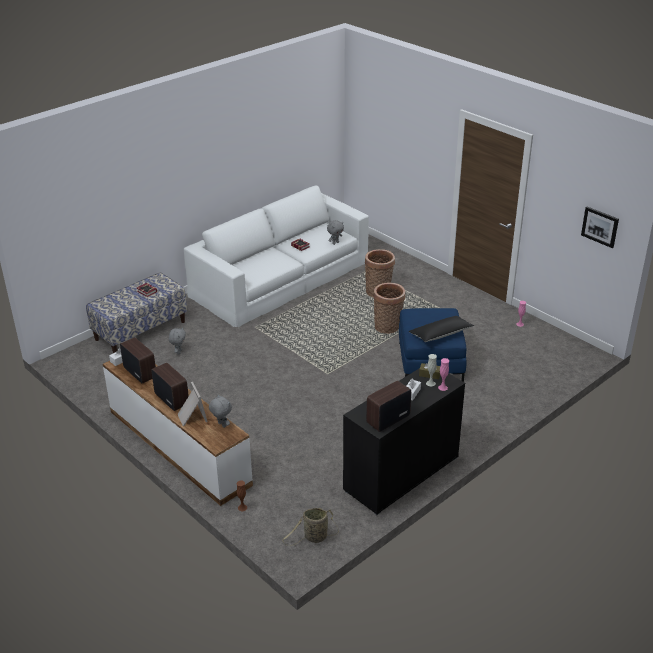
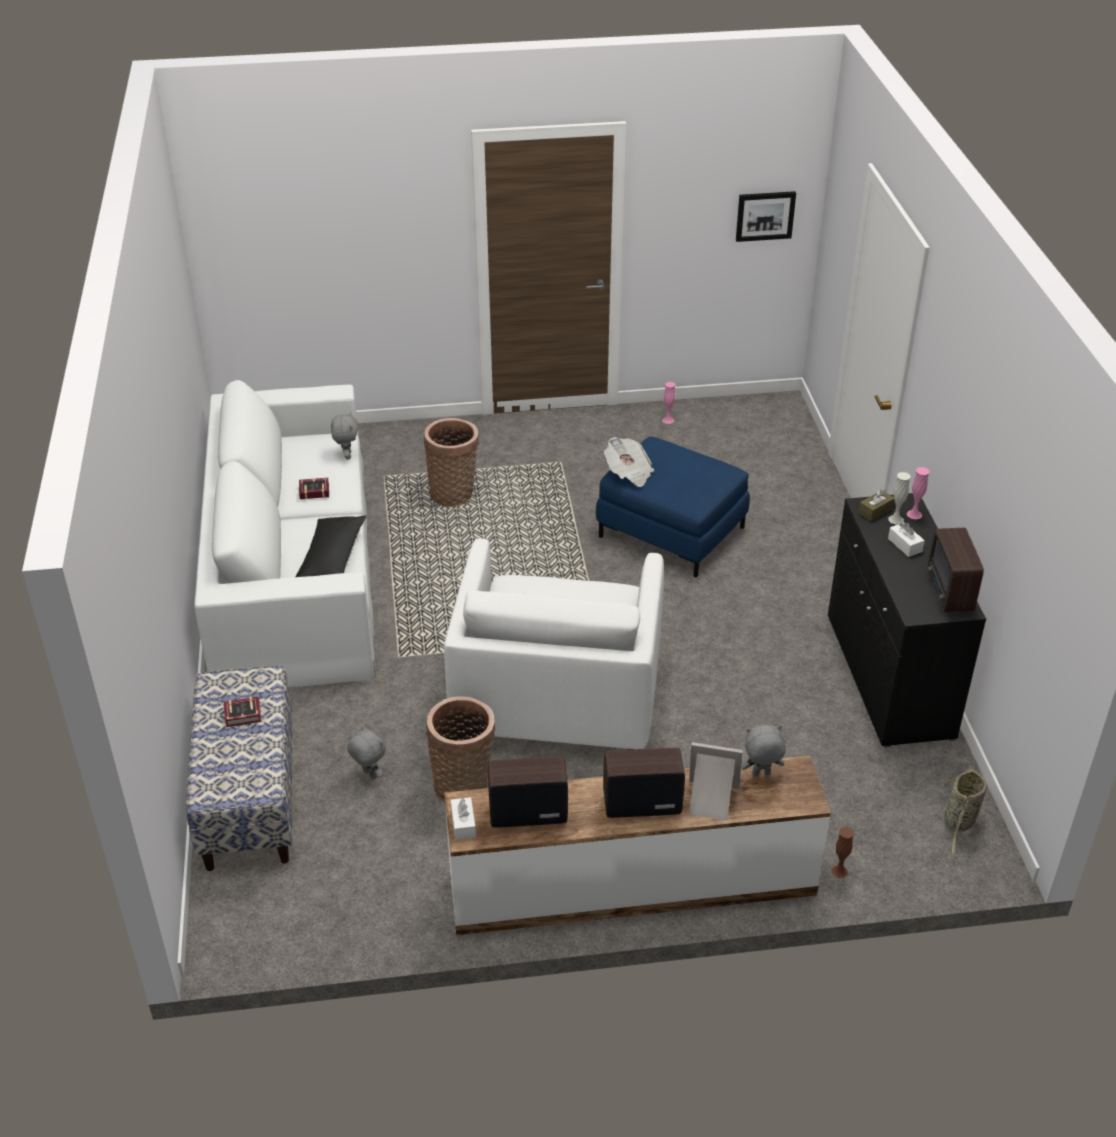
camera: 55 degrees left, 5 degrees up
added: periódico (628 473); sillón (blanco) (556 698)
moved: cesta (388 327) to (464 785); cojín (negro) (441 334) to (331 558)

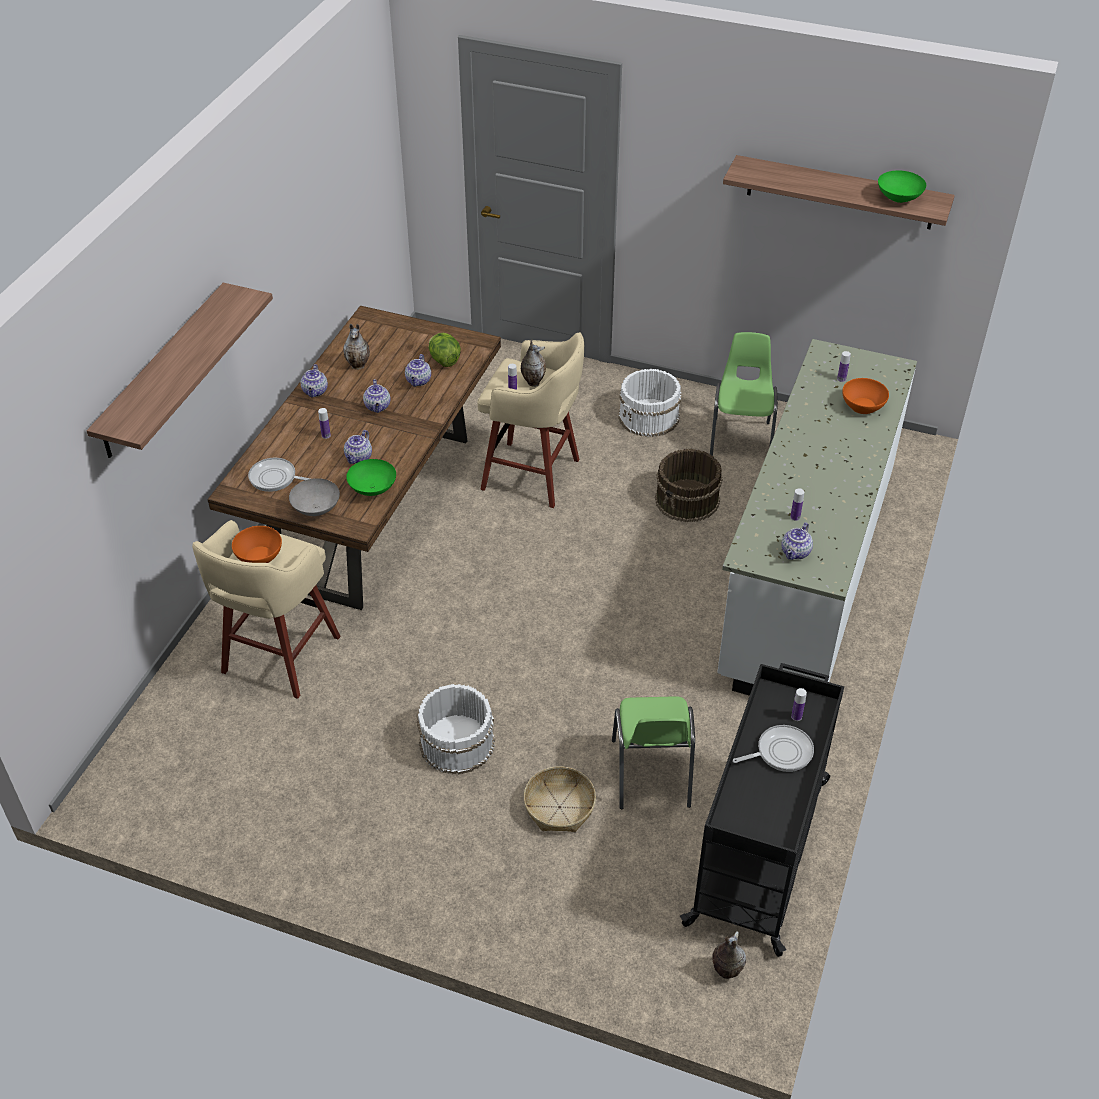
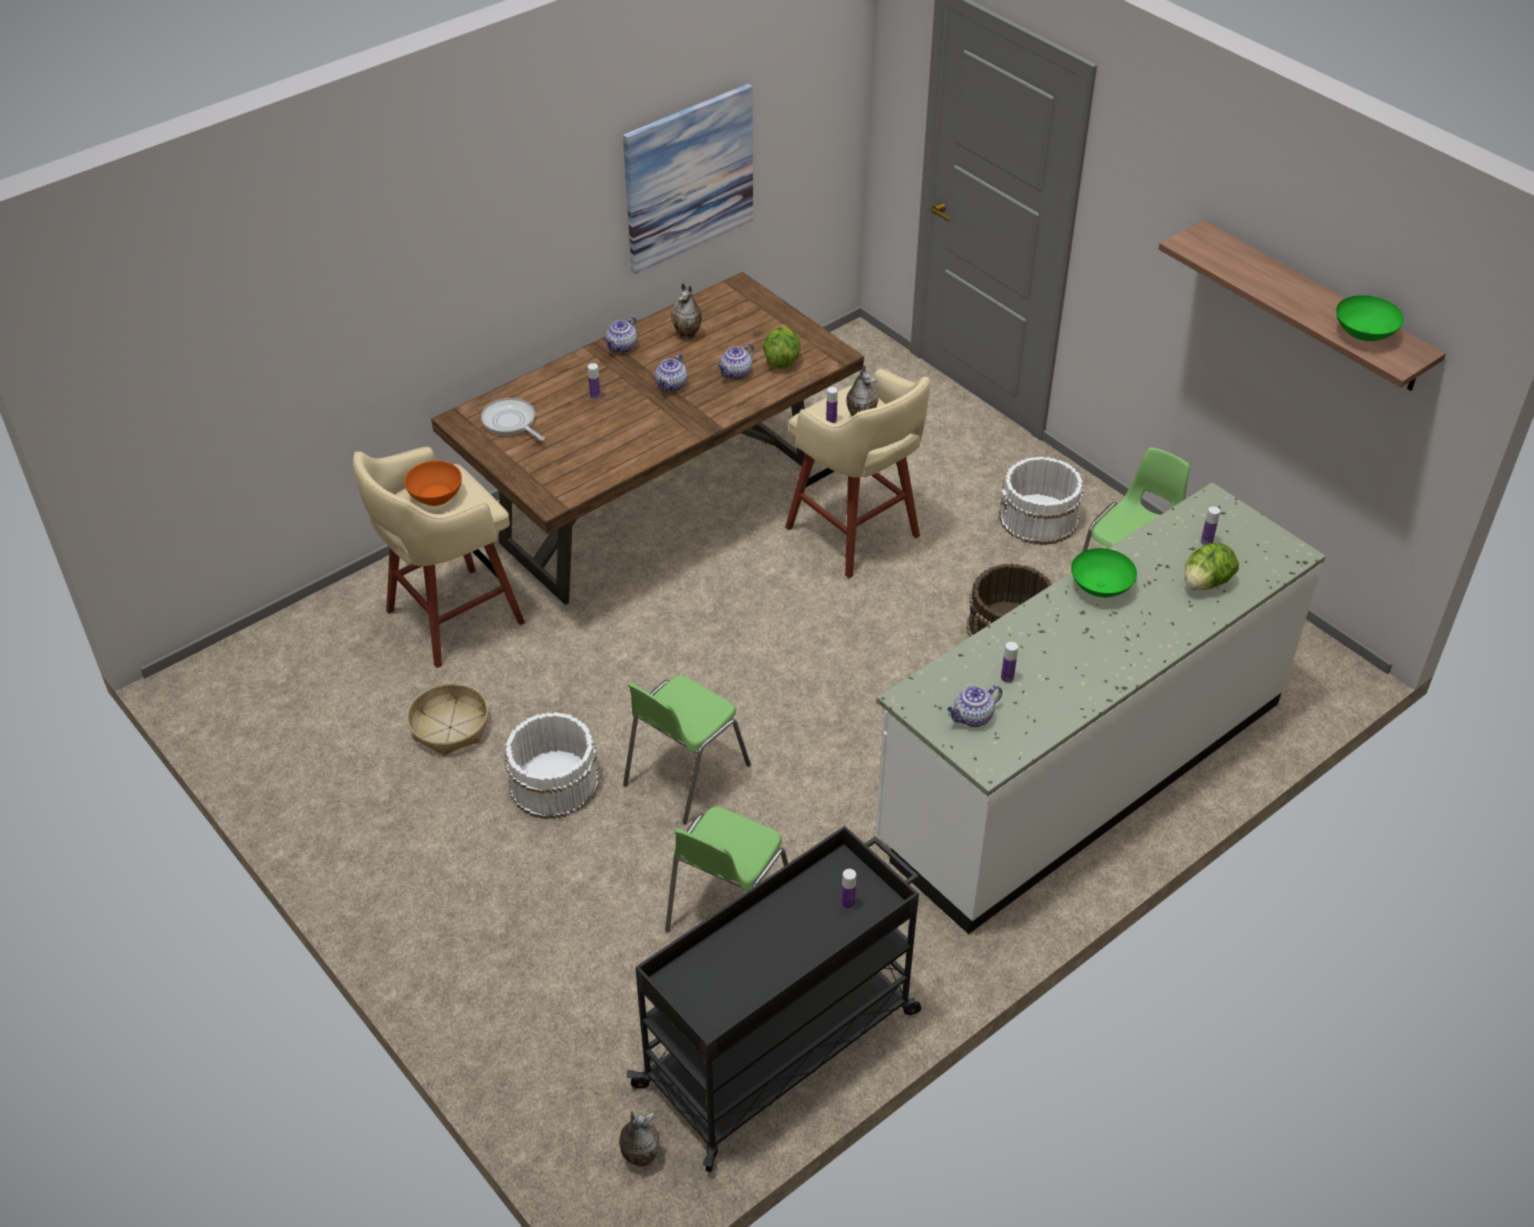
camera: 30 degrees right, 0 degrees up
removed: estante (163 371); tetera (358 458); cuenco (gris) (316 509); sartén (781 752)
added: cuadro (688 178); silla (verde) (684 775)
moved: cuenco (verde) (372 489) to (1099 588); cesta (559 807) to (449 727)
replaced: cuenco (naranja) (863 406) to lechuga (1206 583)

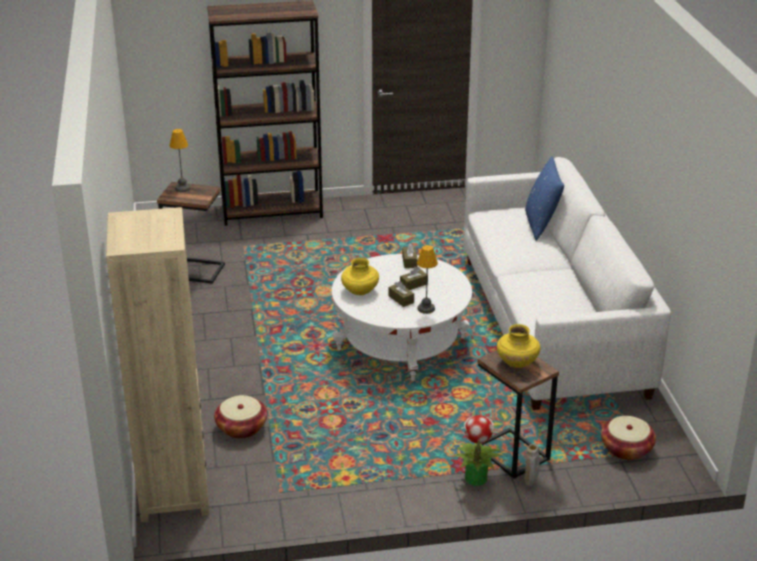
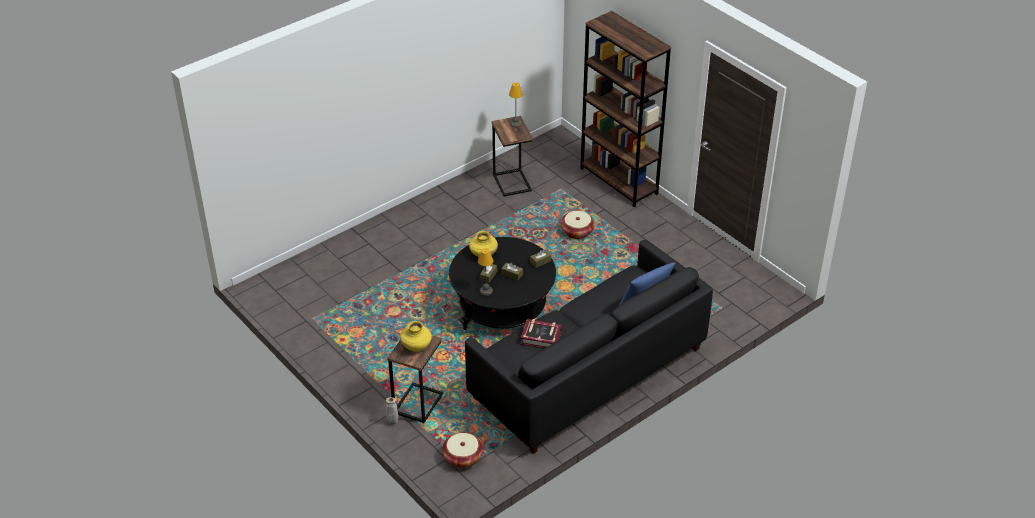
camera: 60 degrees right, 10 degrees up
removed: estantería (beis) (173 492); planta en maceta (475 477)
added: libro (541 337)
moved: cesta (241 428) to (577 231)
recoloured: sofá (blanco) (552 325) to sofá (negro) (588 373); mesa de centro (blanco) (401 344) to mesa de centro (negro) (502 308)

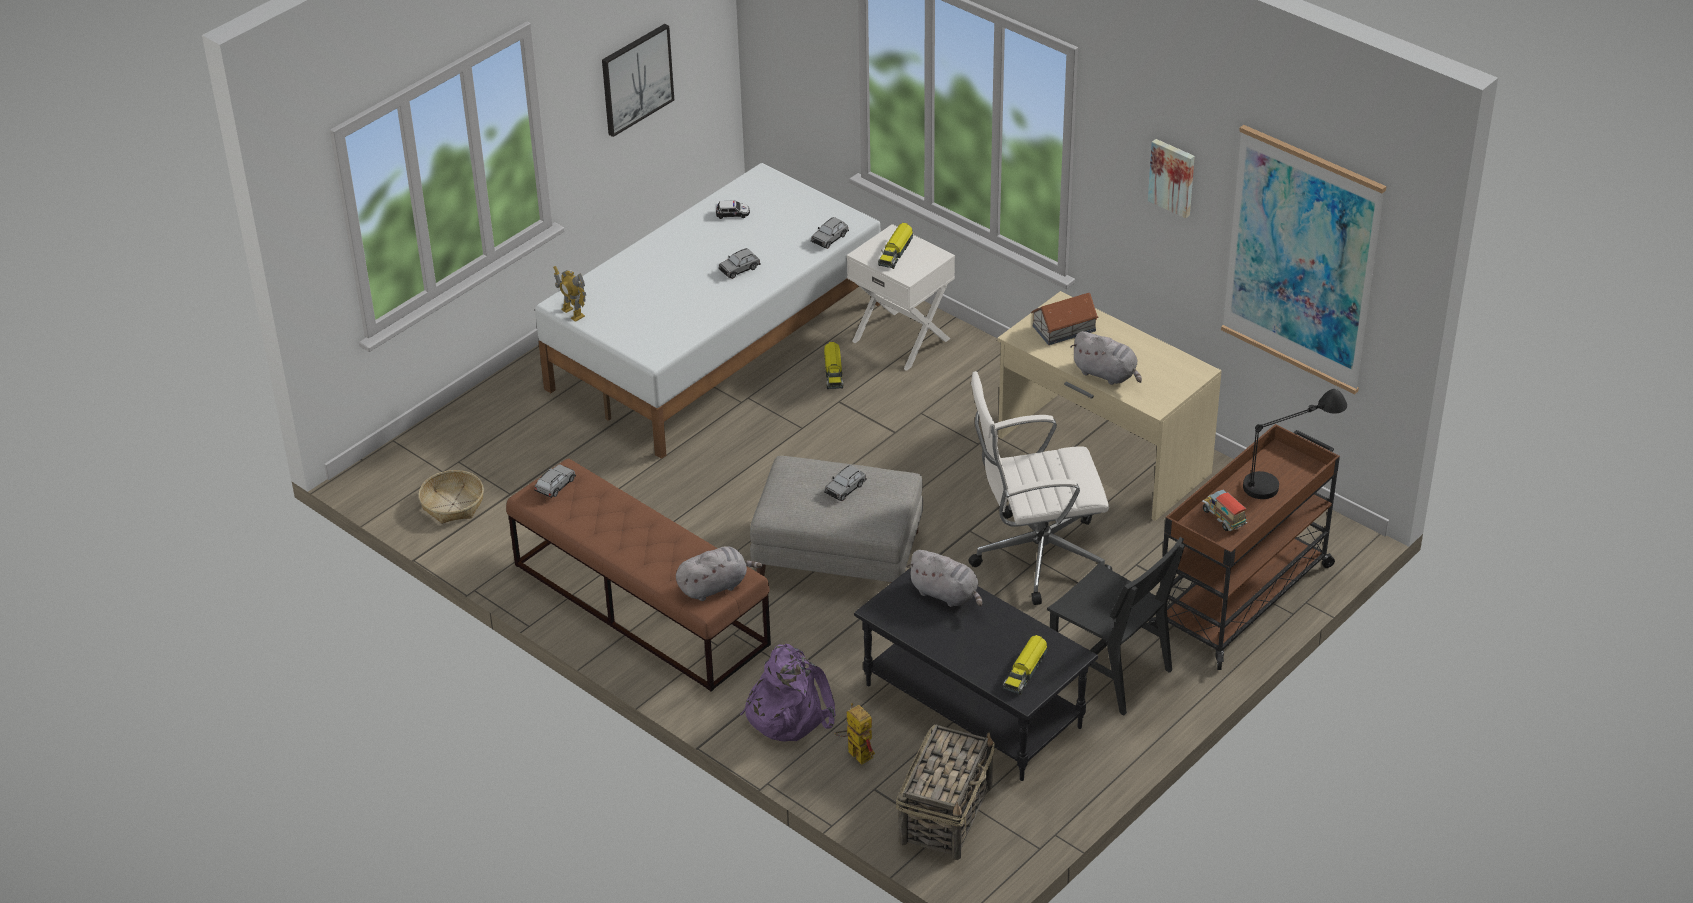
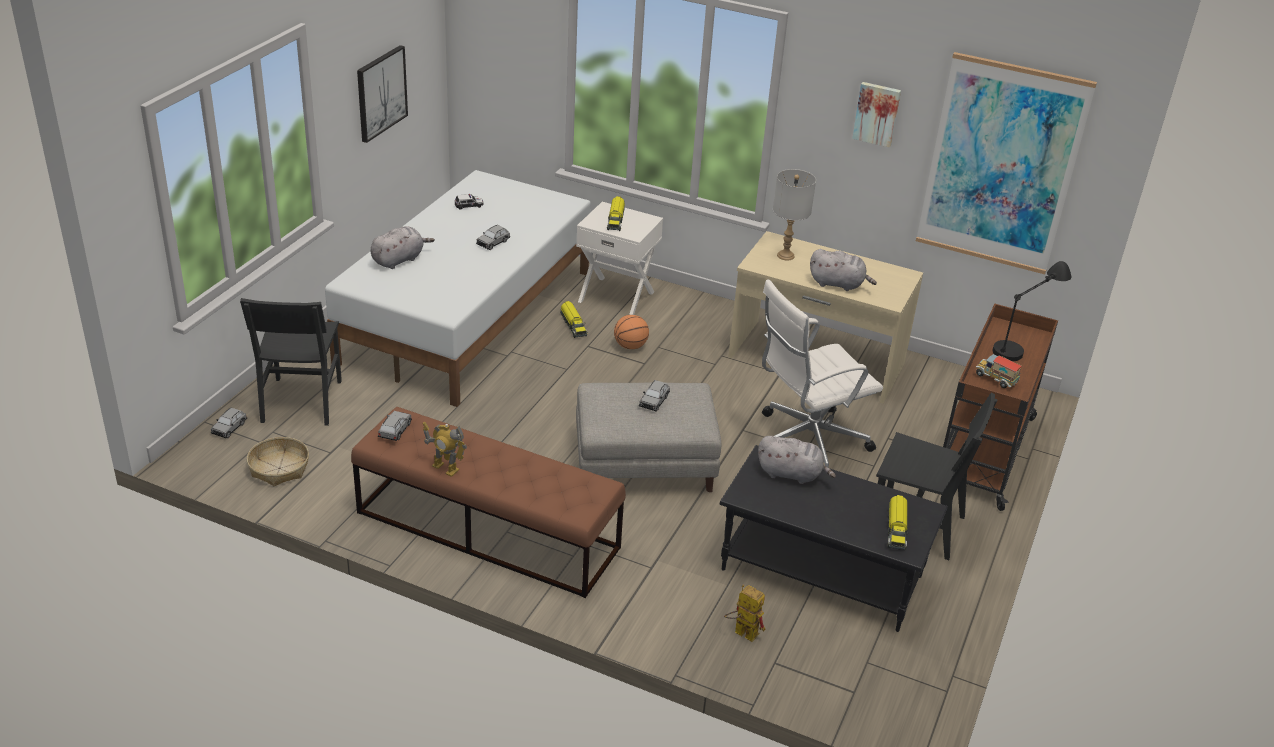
camera: 20 degrees left, 5 degrees down
removed: mochila (morado) (787 711); cesta (946 813)
added: silla (negro) (301 401); balón de baloncesto (630 346)
moved: coche de juguete (gris) (829 238) to (229 428); robot de juguete (573 313) to (445 468); peluche (gris) (715 586) to (399 260)
replaced: casita (1064 328) to lámpara de mesa (gris) (786 256)

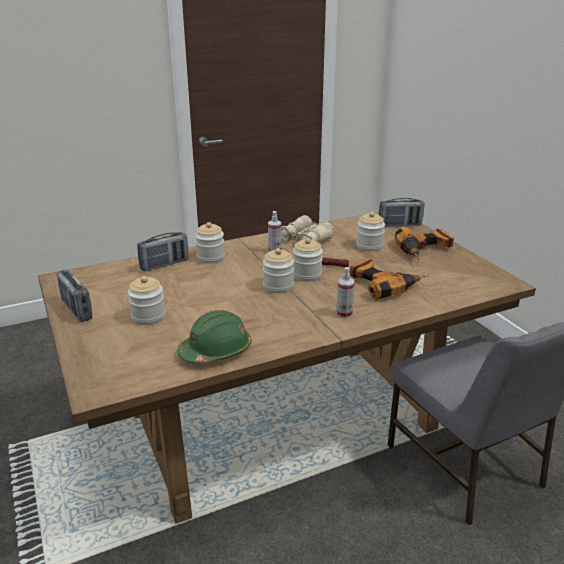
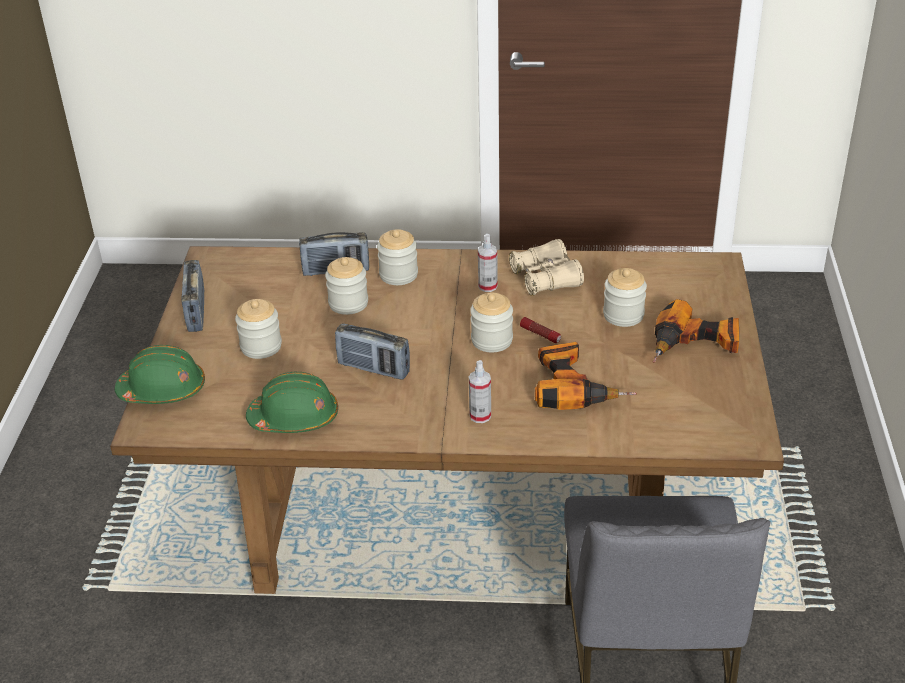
camera: 30 degrees right, 10 degrees up
added: casco (verde) (163 390)
moved: radio (399 225) to (373 368); tarro (278 286) to (348 303)

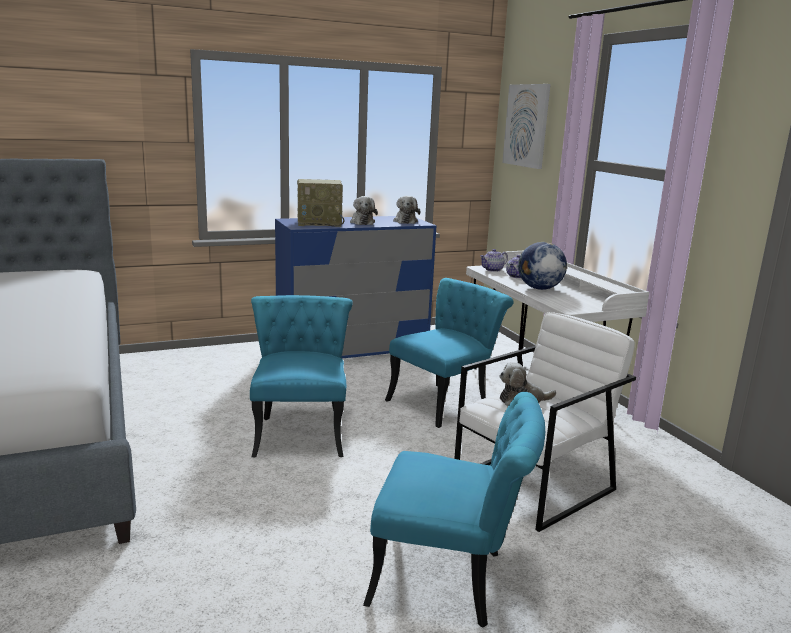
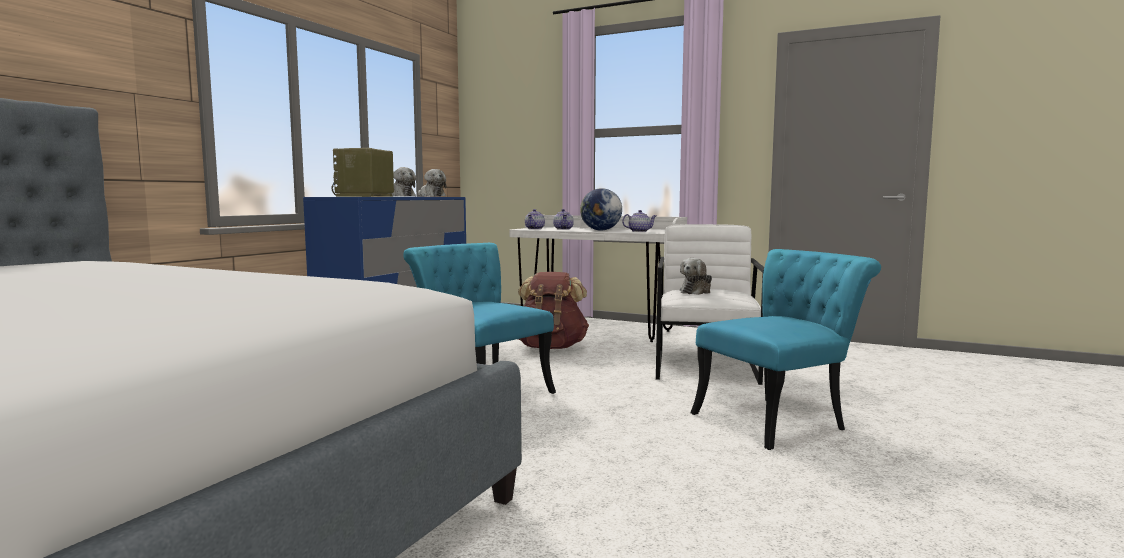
camera: 40 degrees left, 10 degrees down
removed: cuadro (527 125)
added: tetera (639 231)
replaced: silla (turquesa) (445 402) to mochila (marrón) (550 348)
turned: radio (320 223) = (365 196) 150 degrees clockwise

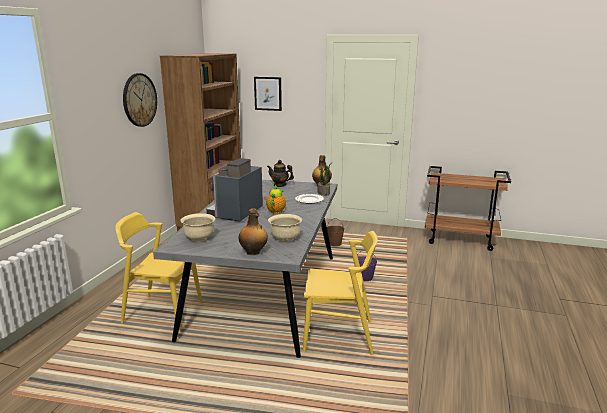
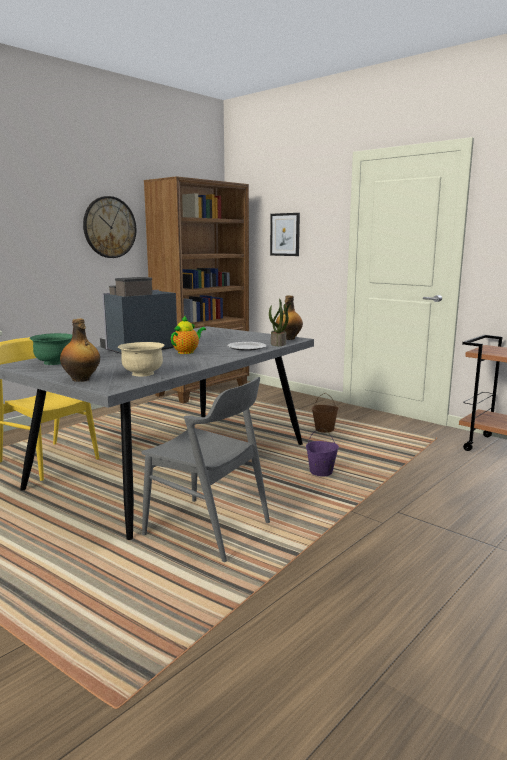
camera: 25 degrees right, 5 degrees down
removed: tetera (280 185)
recoloured: cuenco (beis) (199 238) to cuenco (verde) (54 363); silla (amarillo) (339 336) to silla (gris) (208 529)

